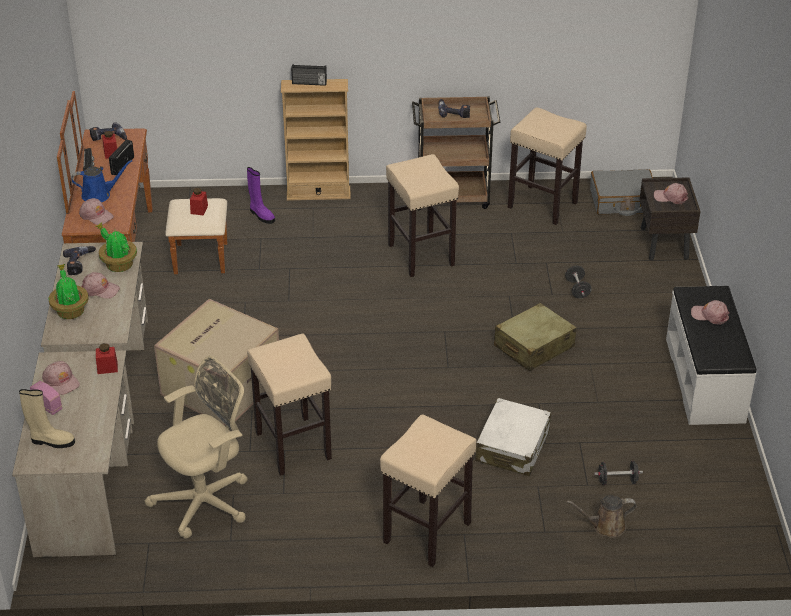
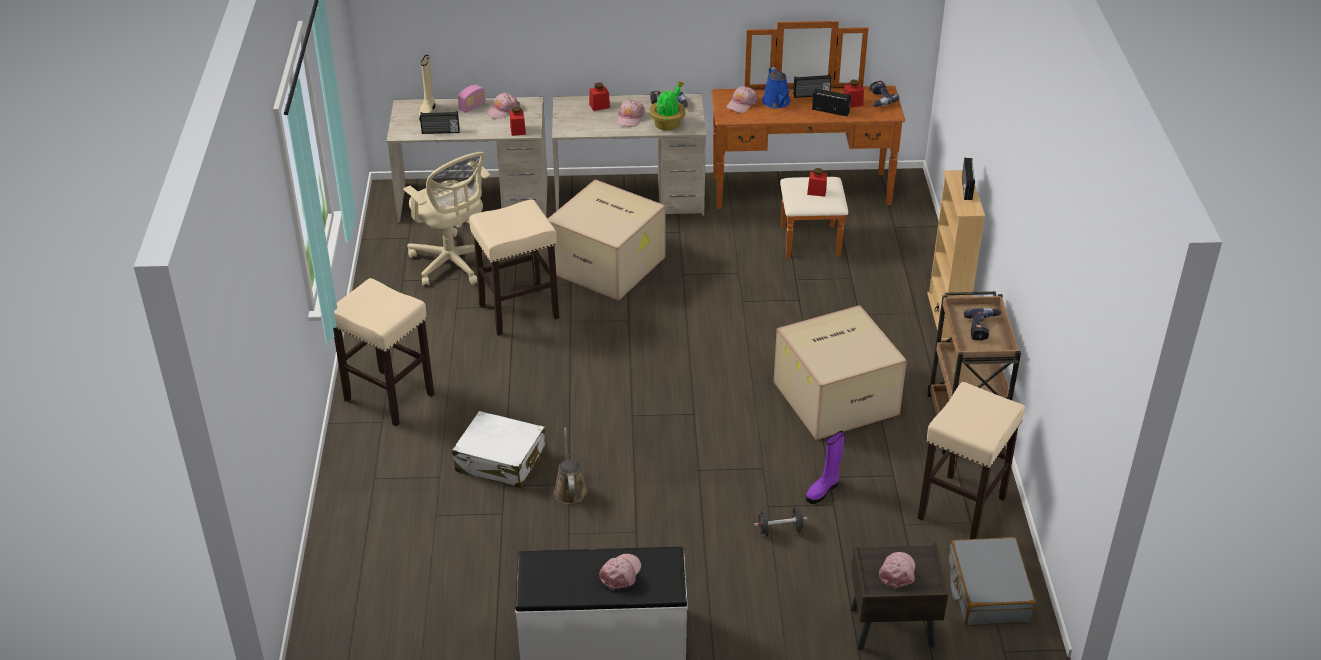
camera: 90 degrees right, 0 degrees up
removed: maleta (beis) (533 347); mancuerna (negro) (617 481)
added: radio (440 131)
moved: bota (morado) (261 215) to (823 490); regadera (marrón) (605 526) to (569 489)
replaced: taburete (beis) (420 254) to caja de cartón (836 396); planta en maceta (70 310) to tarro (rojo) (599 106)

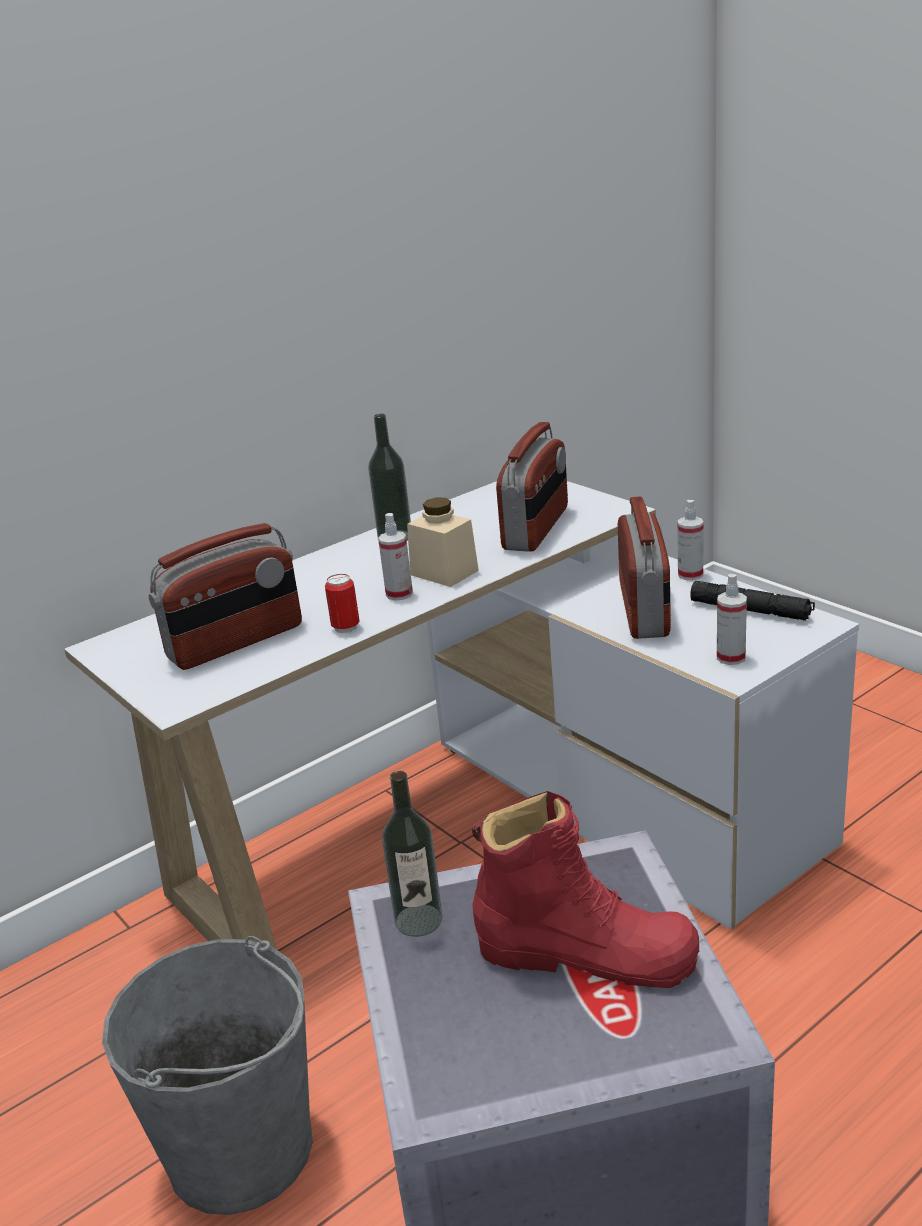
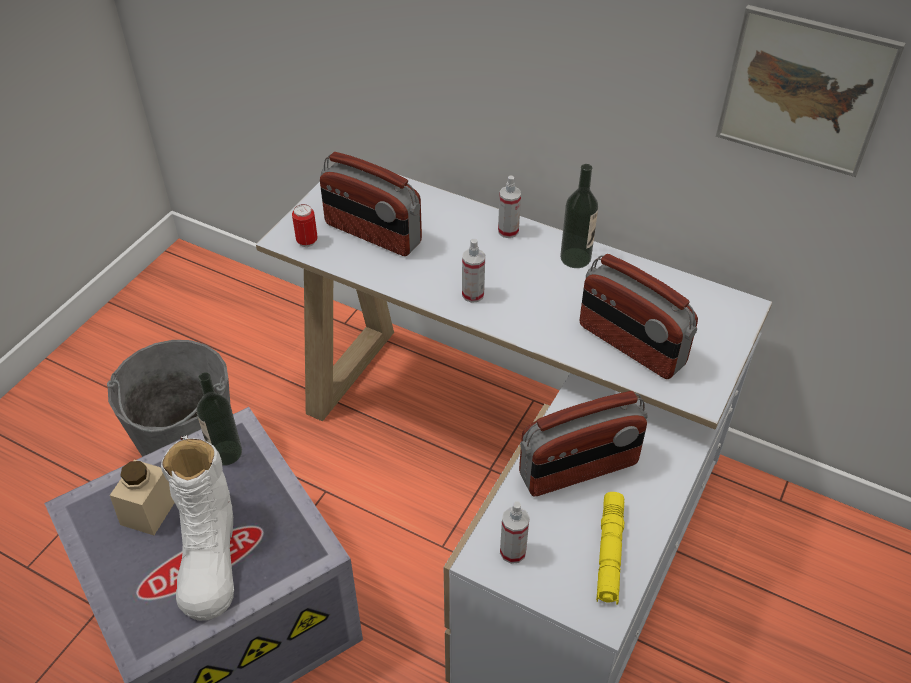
camera: 65 degrees right, 20 degrees up
added: cuadro (804 91)
moved: tarro (beis) (444 572) to (149 510); pulverizador (690 575) to (508 231); lata (346 627) to (307 241)
recoloured: linterna (negro) (750 610) to linterna (amarillo) (609 553); bota (rojo) (586 953) to bota (blanco) (209 554)
turned: radio (537 529) = (630 345) 45 degrees clockwise

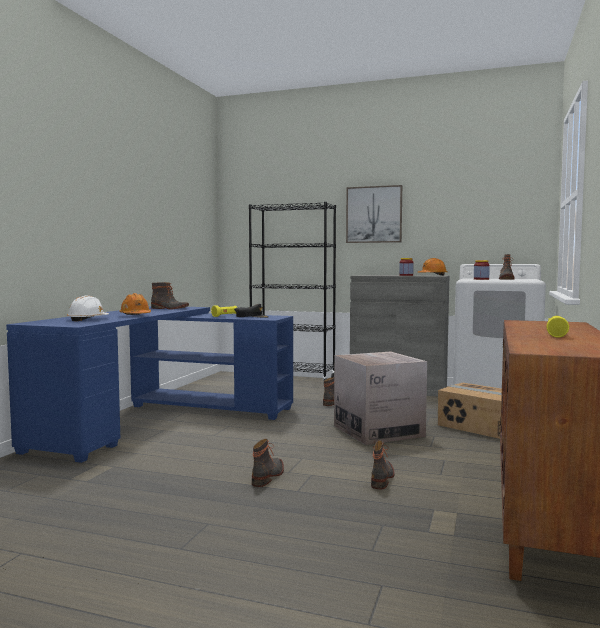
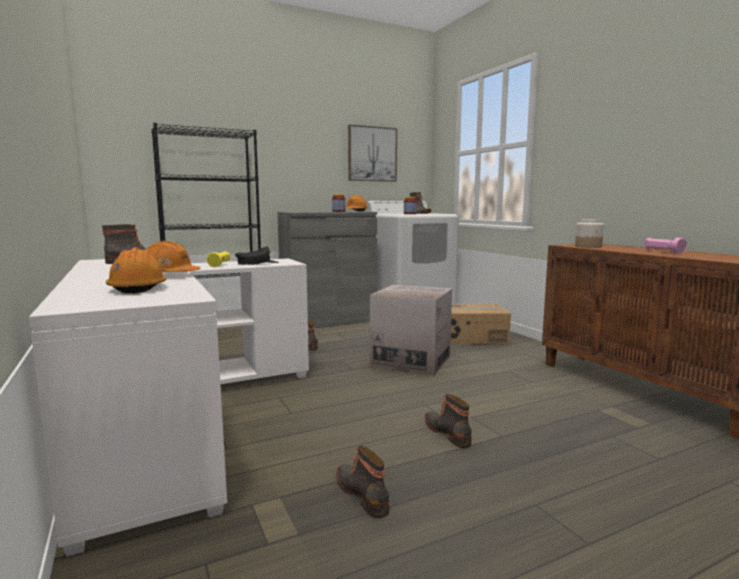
camera: 45 degrees left, 5 degrees up
added: tarro (588 246)
moved: cuadro (374 214) to (372 154); bota (382 478) to (363 494)
recoloured: casco (blanco) (87 319) to casco (naranja) (138 288); escritorio (azul) (160 419) to escritorio (blanco) (177 416); linterna (amarillo) (556 334) to linterna (rosa) (663 252)

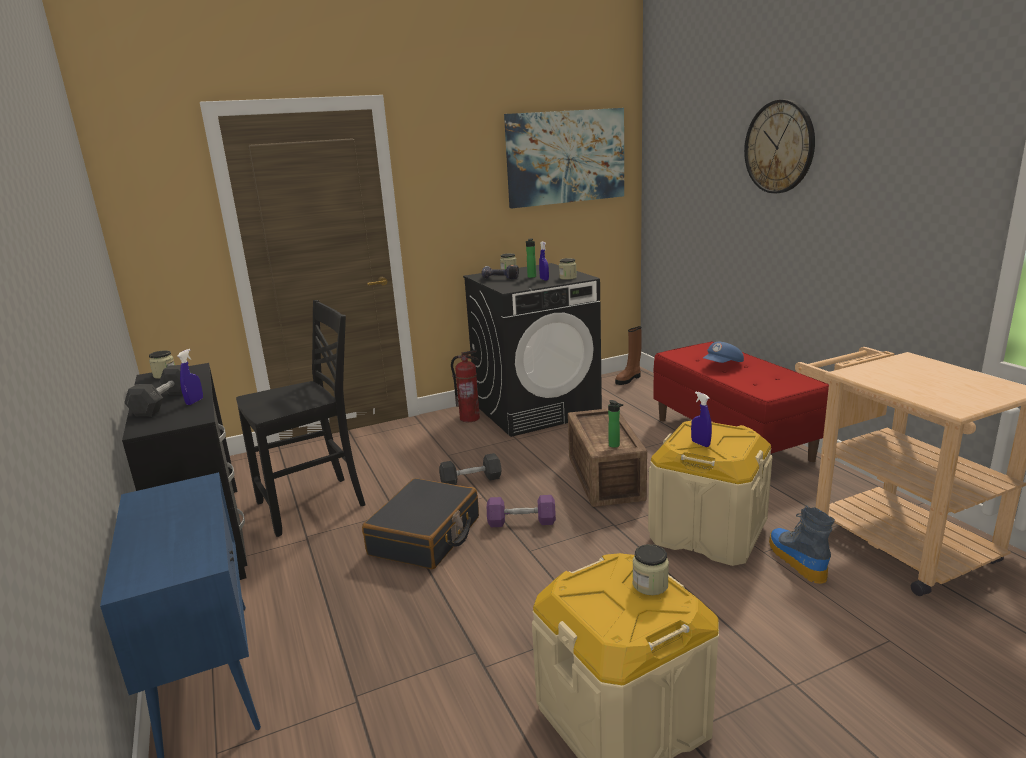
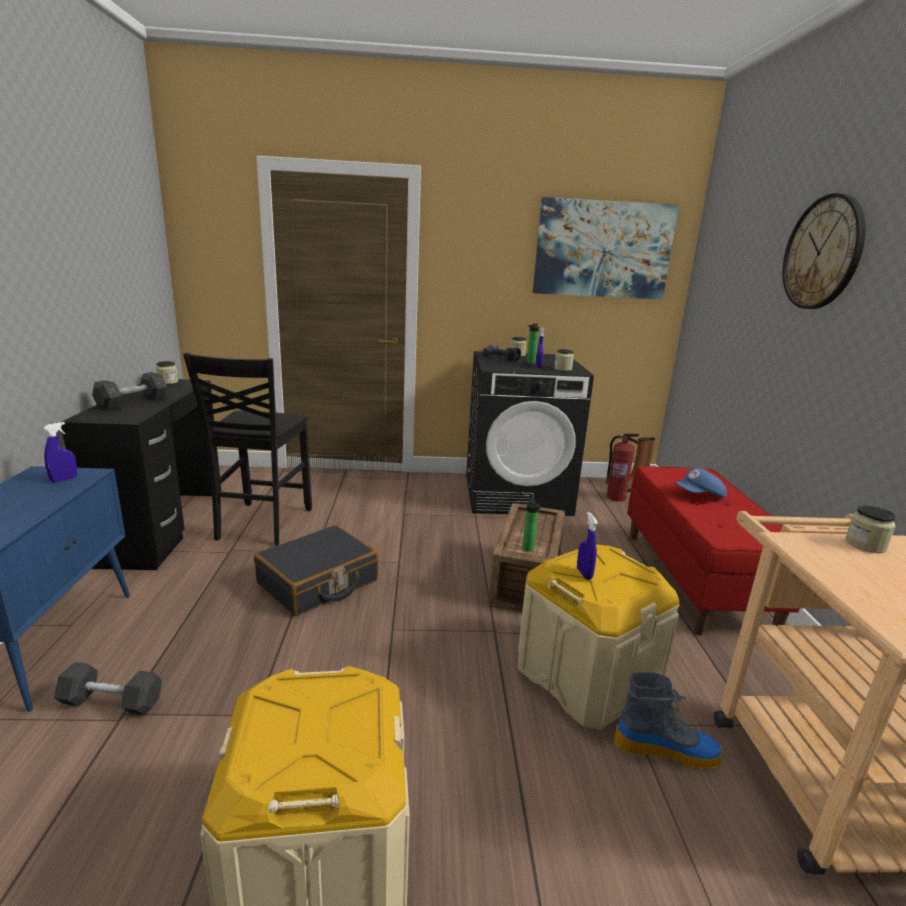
camera: 20 degrees right, 0 degrees up
removed: mancuerna (morado) (521 522)
moved: pulverizador (azul) (194 401) to (64 479); extintor (470 418) to (616 497); mancuerna (gris) (471 480) to (111 702); tarro (650 584) to (865 545)
turned: silla (negro) (314 504) = (262 524) 105 degrees clockwise; bota (795 559) = (666 749) 90 degrees clockwise

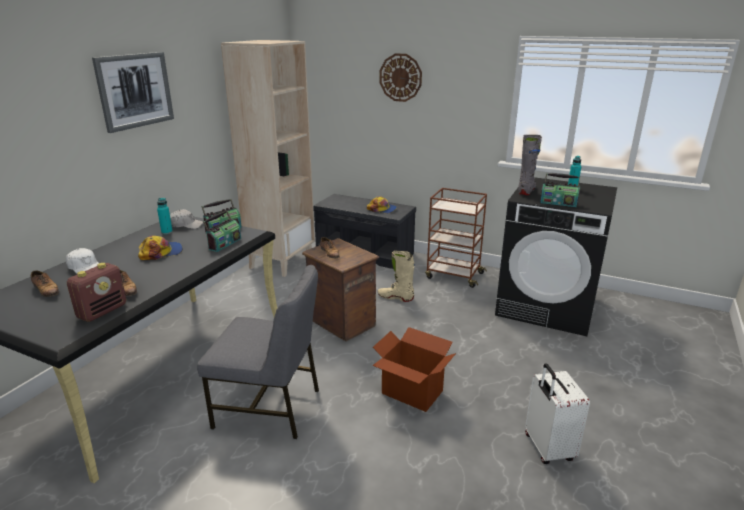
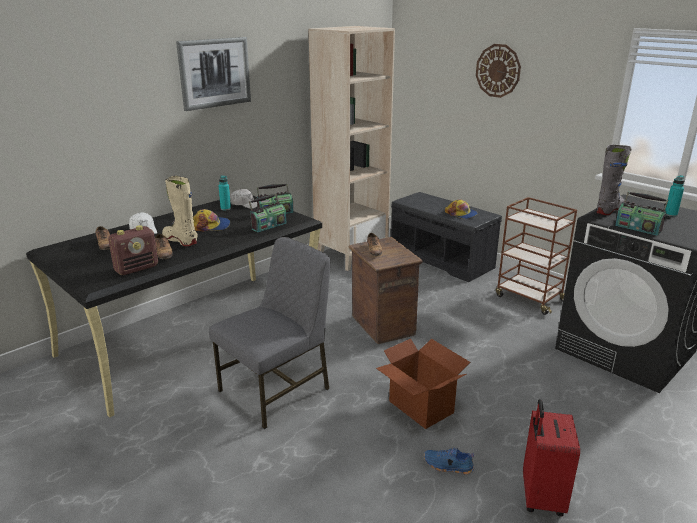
camera: 20 degrees right, 0 degrees up
added: zapato (azul) (448 466)
moved: bota (beis) (395 297) to (180 240)
recoloured: maleta (blanco) (547 448) to maleta (rojo) (540 497)
turned: silla (gris) (269 408) = (277 390) 75 degrees counterclockwise

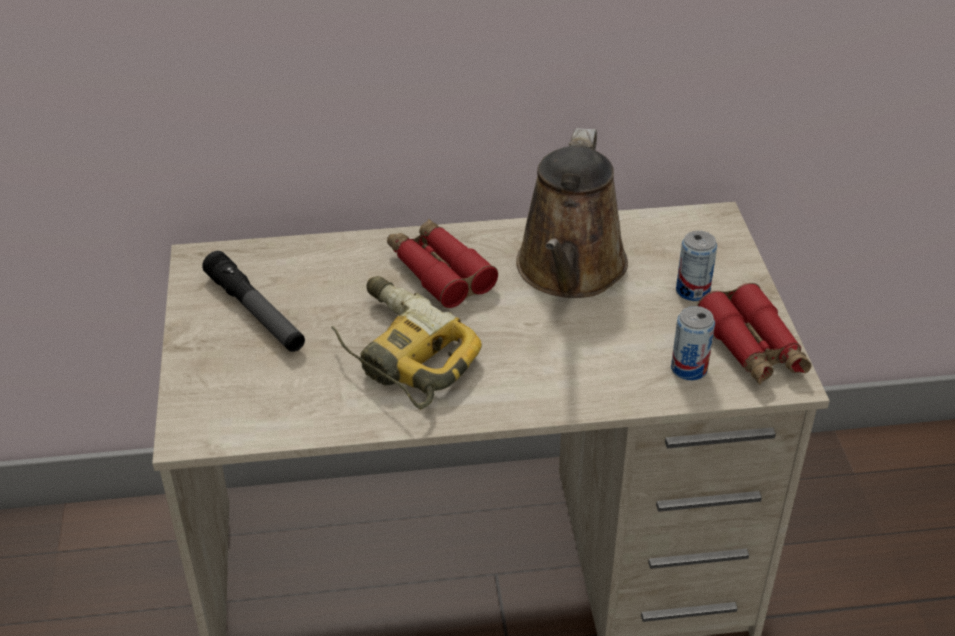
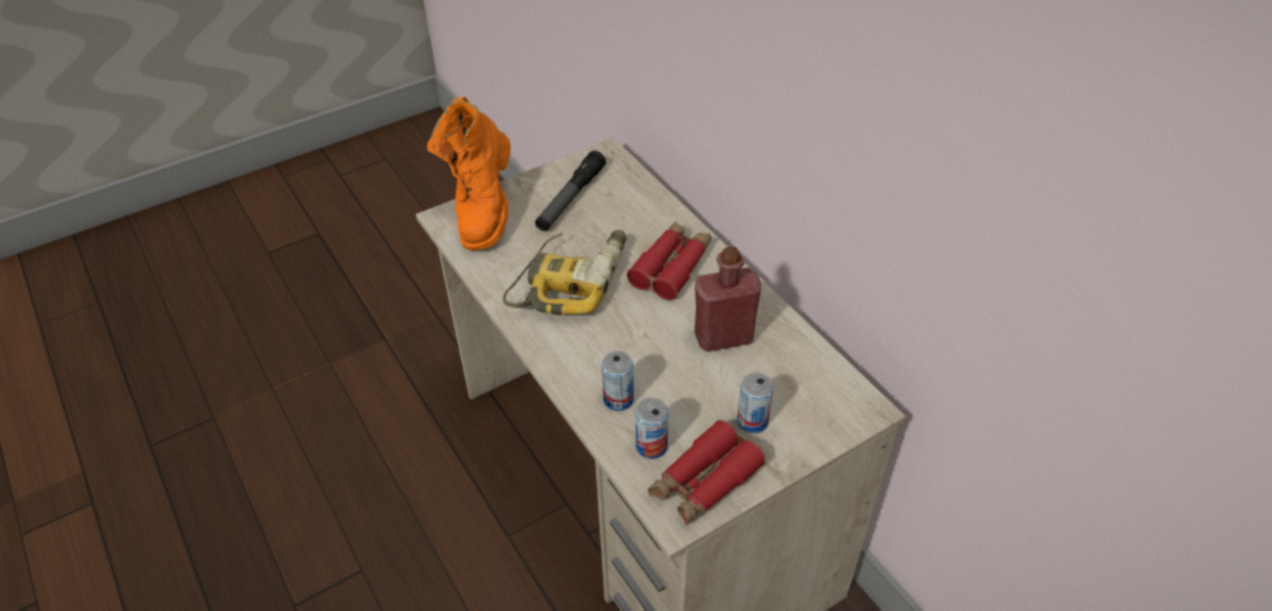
camera: 65 degrees right, 5 degrees up
added: bota (naranja) (483 210); lata (618 399)
replaced: regadera (marrón) (570 271) to botella (rojo) (723 337)

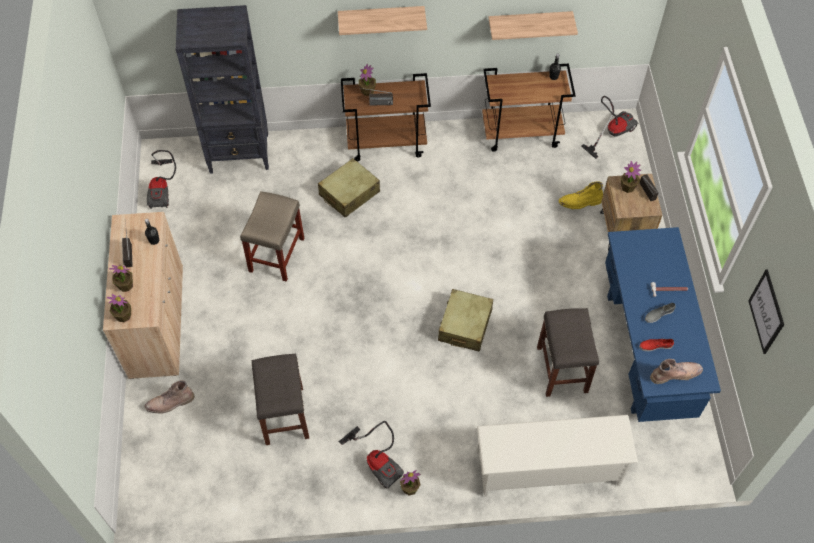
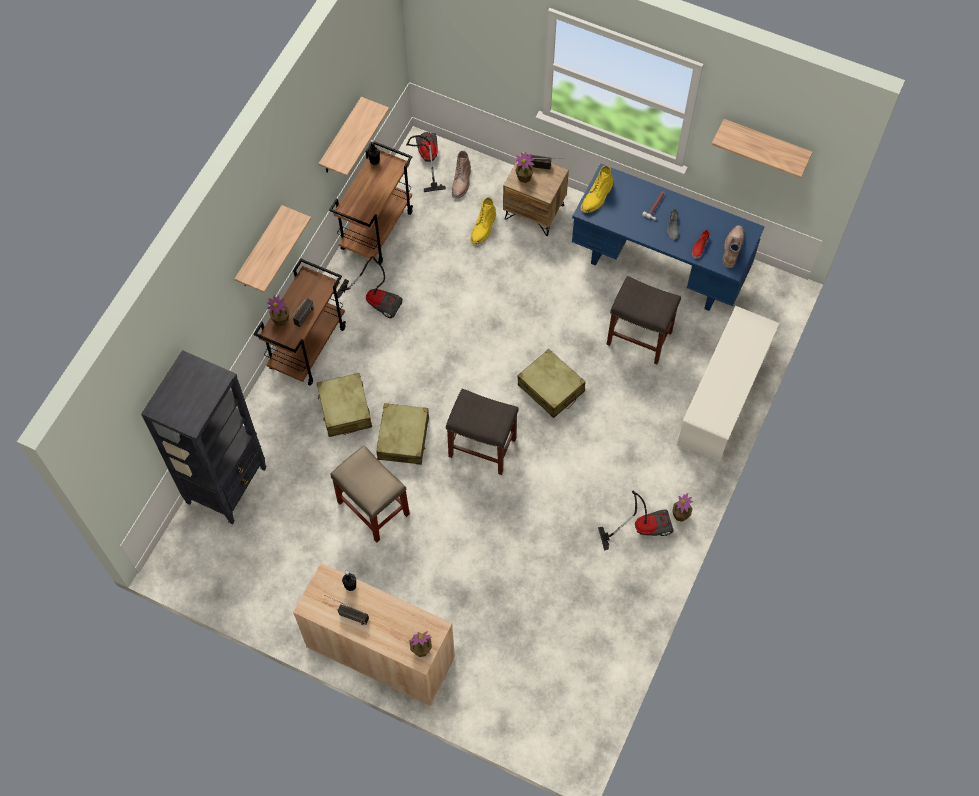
camera: 60 degrees left, 5 degrees up
removed: planta en maceta (125 285)
added: bota (amarillo) (597 197); maleta (beis) (403 438)
moved: aspiradora (162 189) to (376 300); taburete (gris) (284 415) to (481 447); bota (marrón) (170 403) to (461 182)
replaced: cuadro (766 312) to estante (765 144)

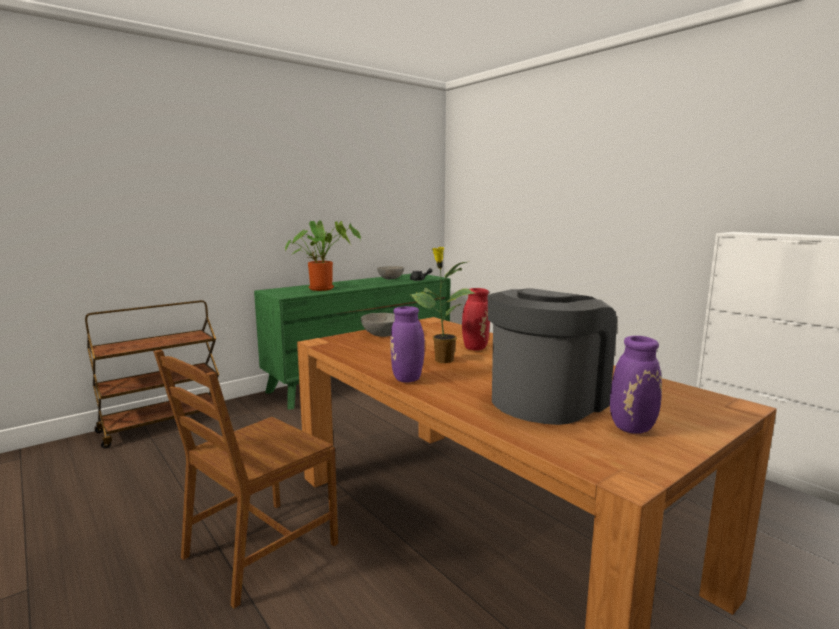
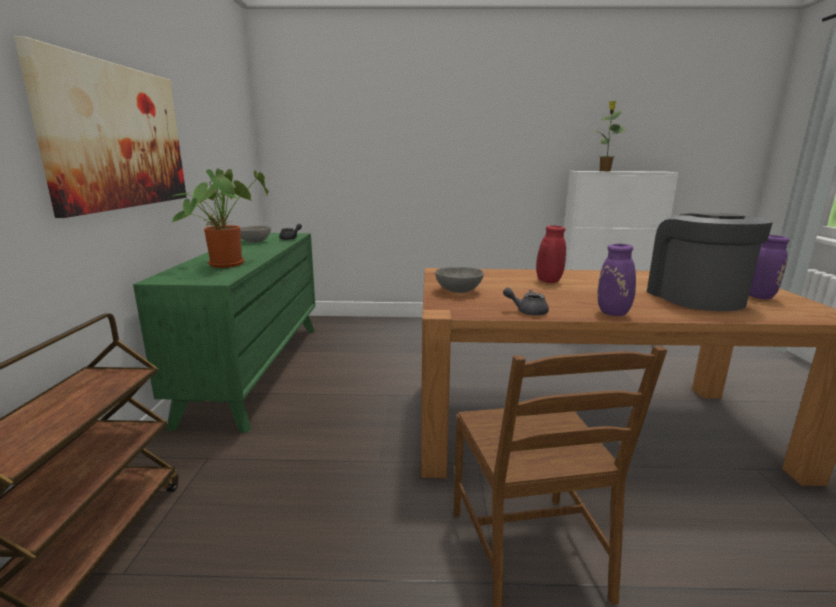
camera: 50 degrees left, 5 degrees up
added: cuadro (118 137); tetera (gris) (527 311)
moved: planta en maceta (442 360) to (605 171)

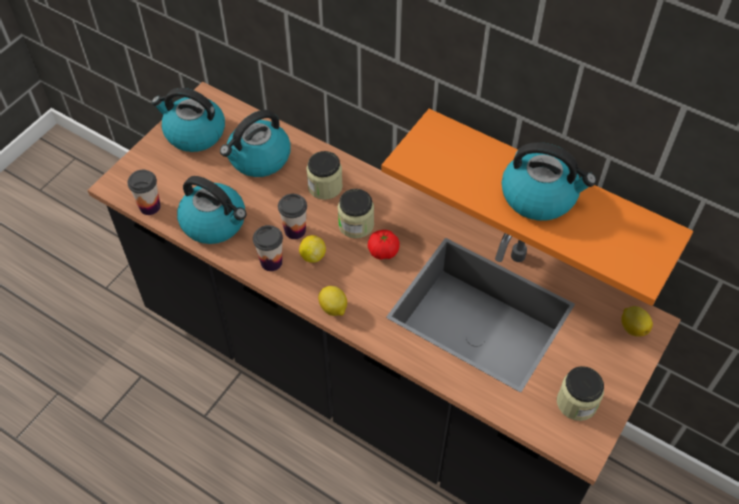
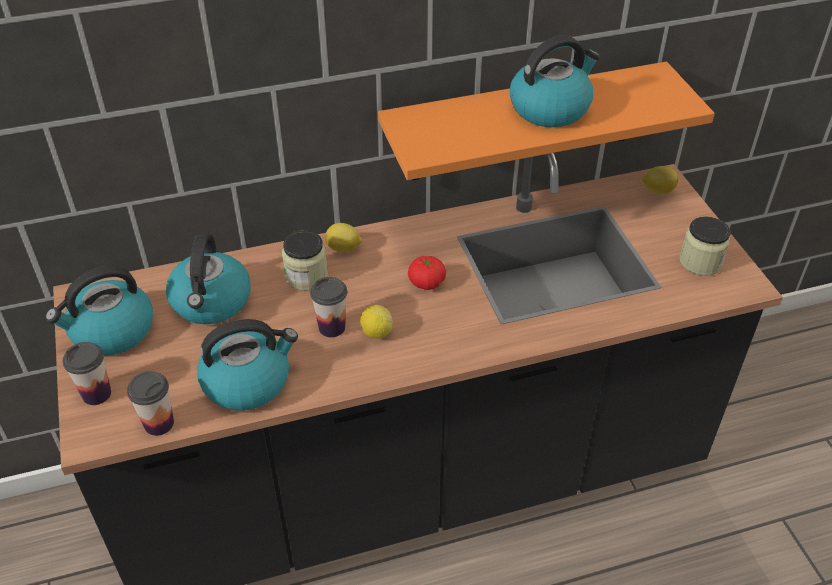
camera: 50 degrees left, 10 degrees down
removed: tarro (356 224)
moved: taza (271 262) to (96 394); limón (333 308) to (344 249)

